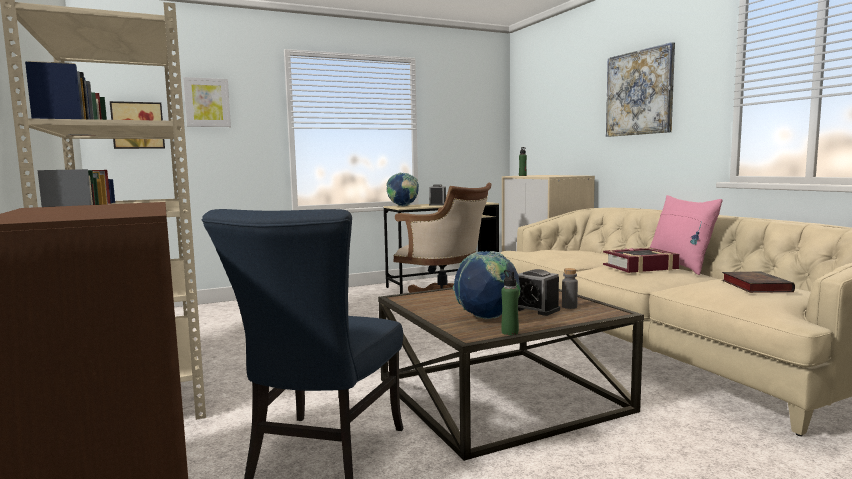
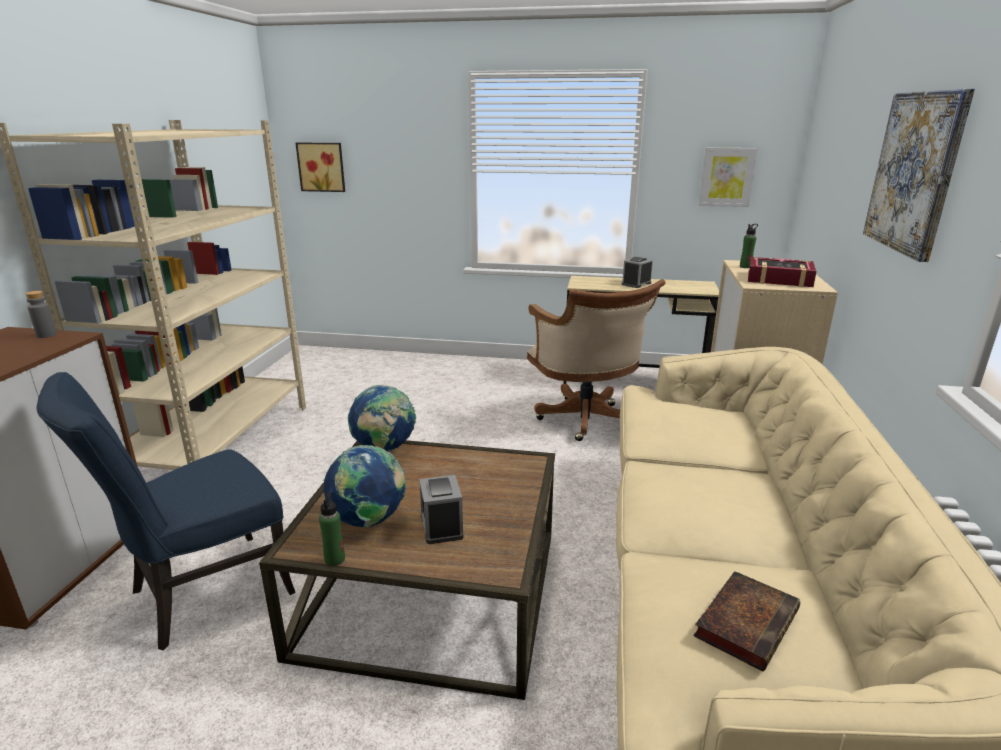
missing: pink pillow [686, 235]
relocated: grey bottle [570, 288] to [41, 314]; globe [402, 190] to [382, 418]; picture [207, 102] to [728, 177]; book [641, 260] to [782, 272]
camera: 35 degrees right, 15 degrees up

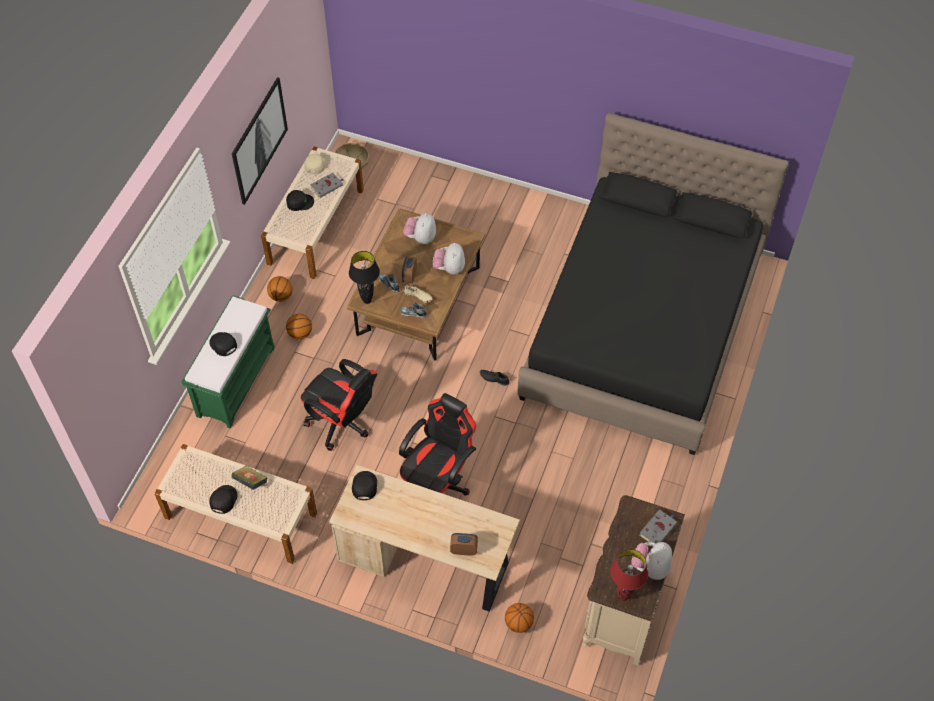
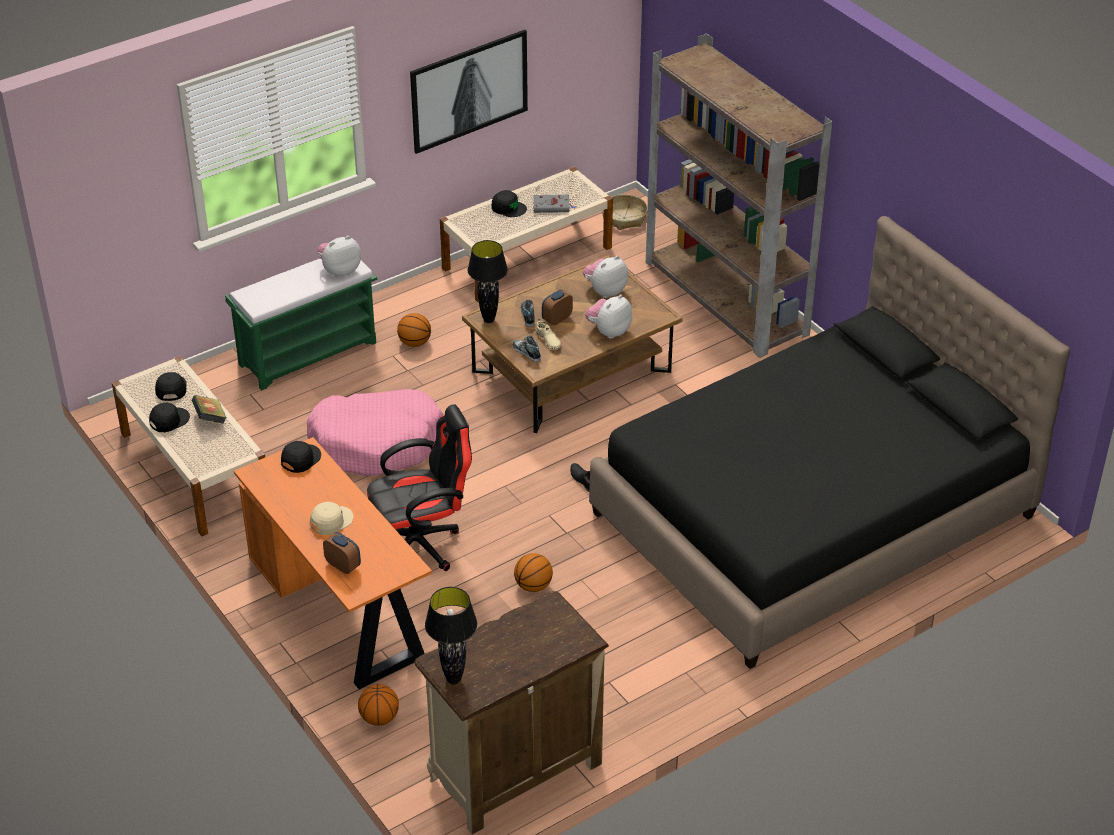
missing: grey book [658, 526]
appeared: brown bookcase [739, 195]
relocated: black cap [223, 344] to [171, 386]; beige cap [315, 164] to [332, 518]; plush toy [651, 561] to [339, 257]; basketball [280, 289] to [533, 572]
exchanged: black office chair [339, 405] to pink dog bed [375, 432]
colour: beige desk [424, 538] to orange desk [333, 563]; red table lamp [629, 575] to black table lamp [451, 635]
camera: 35 degrees right, 15 degrees down

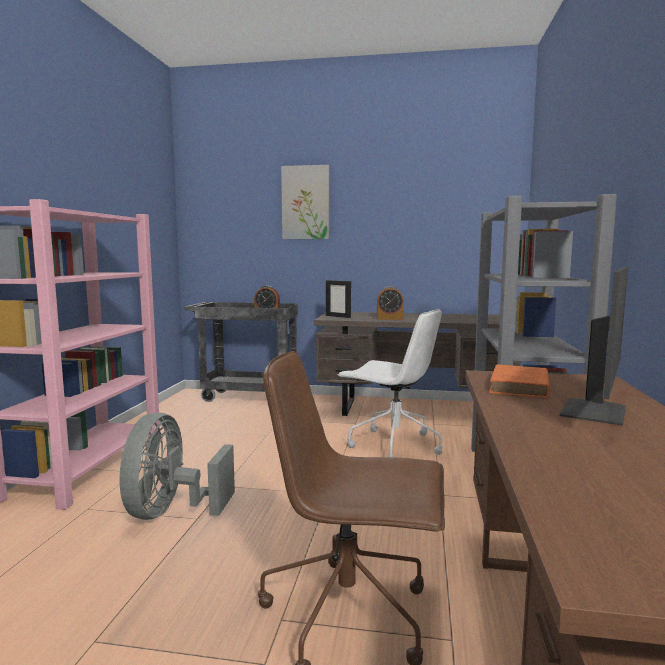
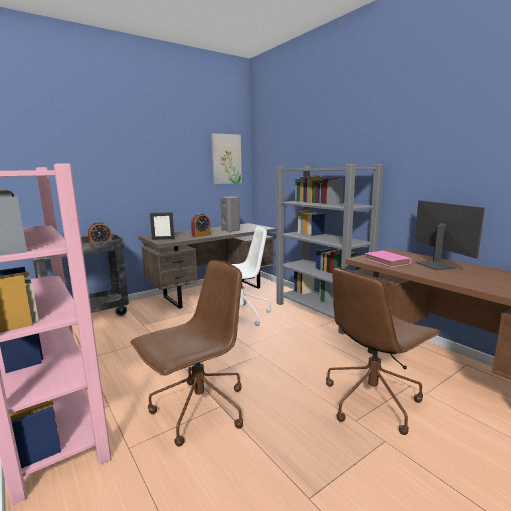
appeared: grey speaker [230, 214]
relocated: picture [305, 202] to [226, 158]
exchanged: grey fan [177, 466] to brown office chair [186, 353]
colour: orange book [519, 381] to pink book [388, 259]
camera: 45 degrees left, 5 degrees up

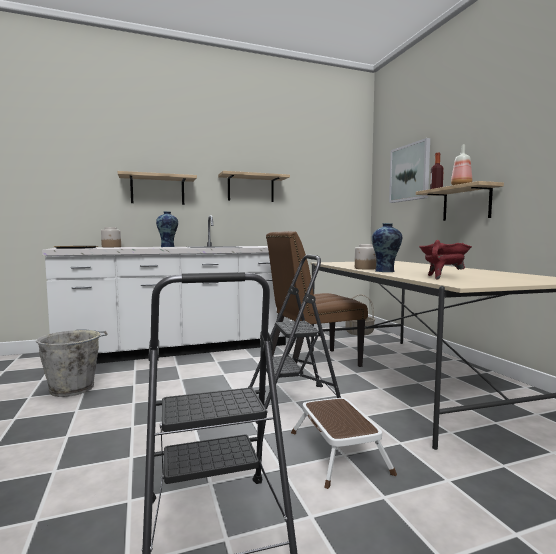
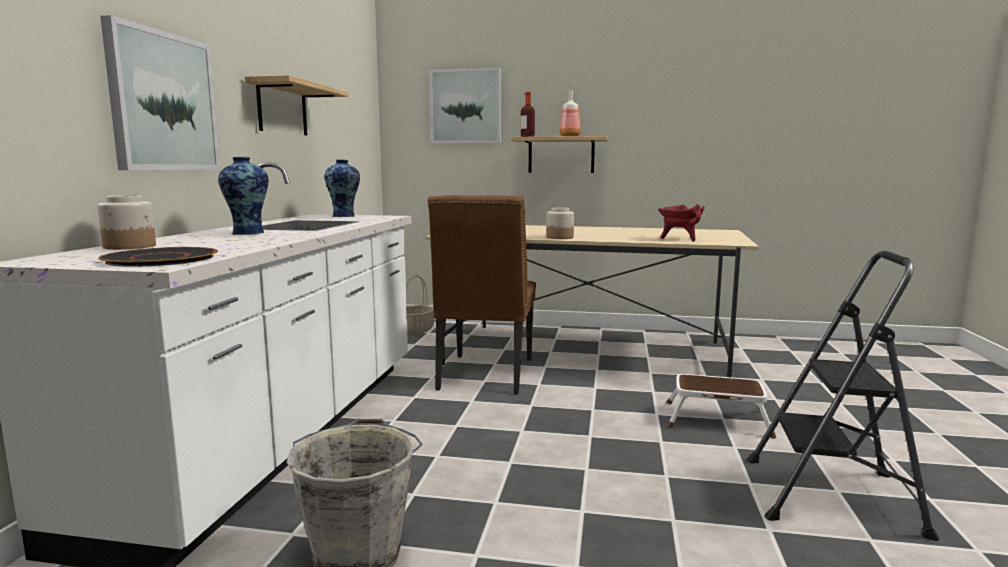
missing: black step ladder [294, 339]
relocated: vase [387, 247] to [342, 188]
exchanged: shelf [157, 188] to picture [160, 92]
camera: 60 degrees left, 5 degrees up

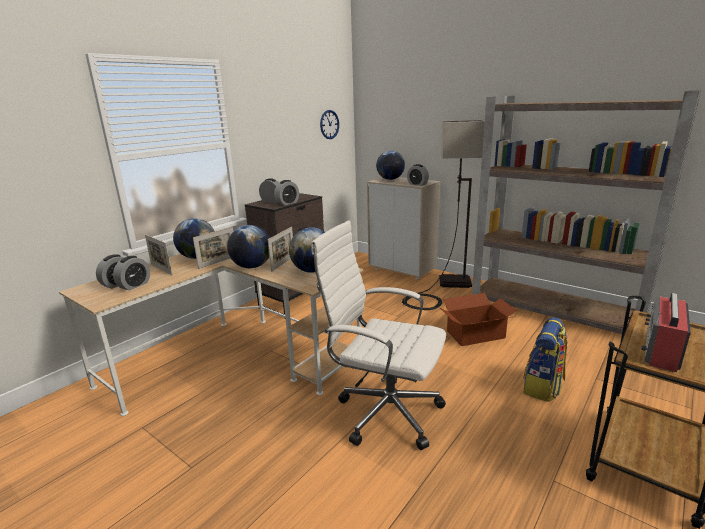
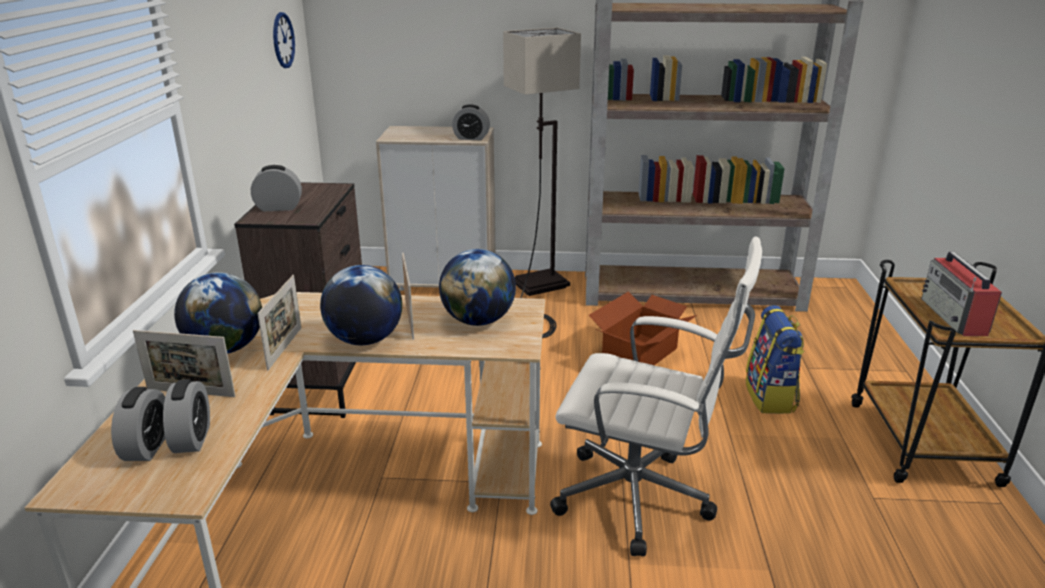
missing: alarm clock [286, 192]; globe [390, 165]
spun: white office chair [378, 335] = [656, 396] 150 degrees counterclockwise
camera: 35 degrees left, 5 degrees up

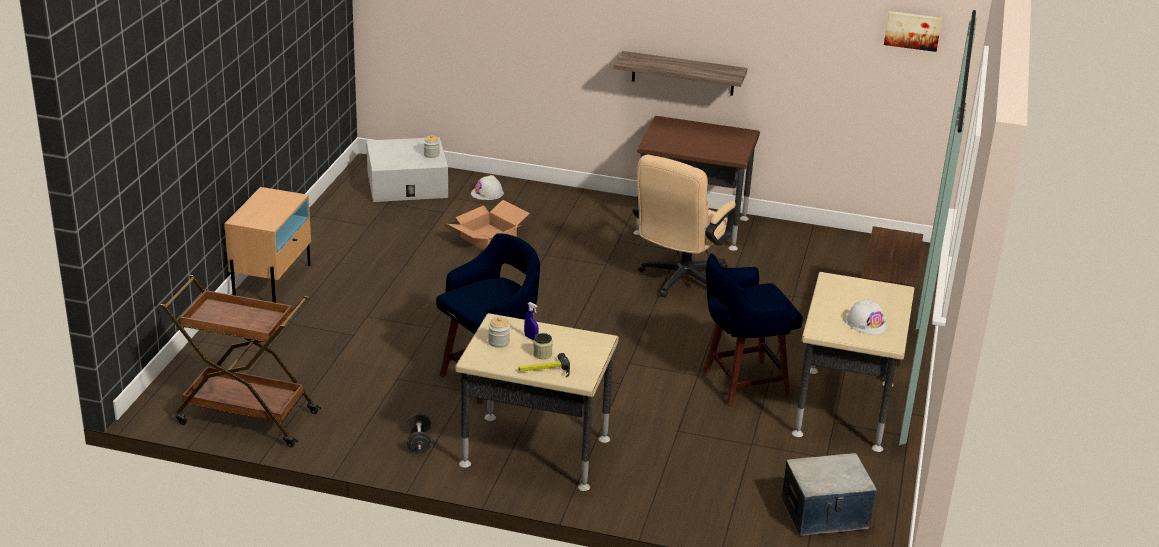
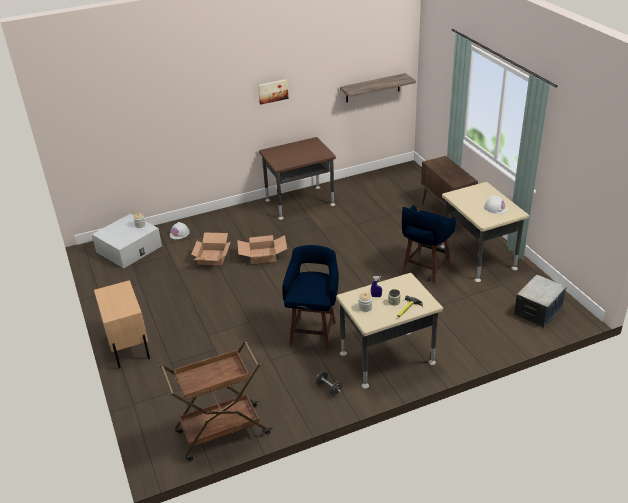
missing: beige office chair [684, 226]
appeared: cardboard box [262, 249]
relocated: picture [913, 31] to [273, 92]; shelf [680, 73] to [378, 88]
camera: 35 degrees left, 5 degrees up

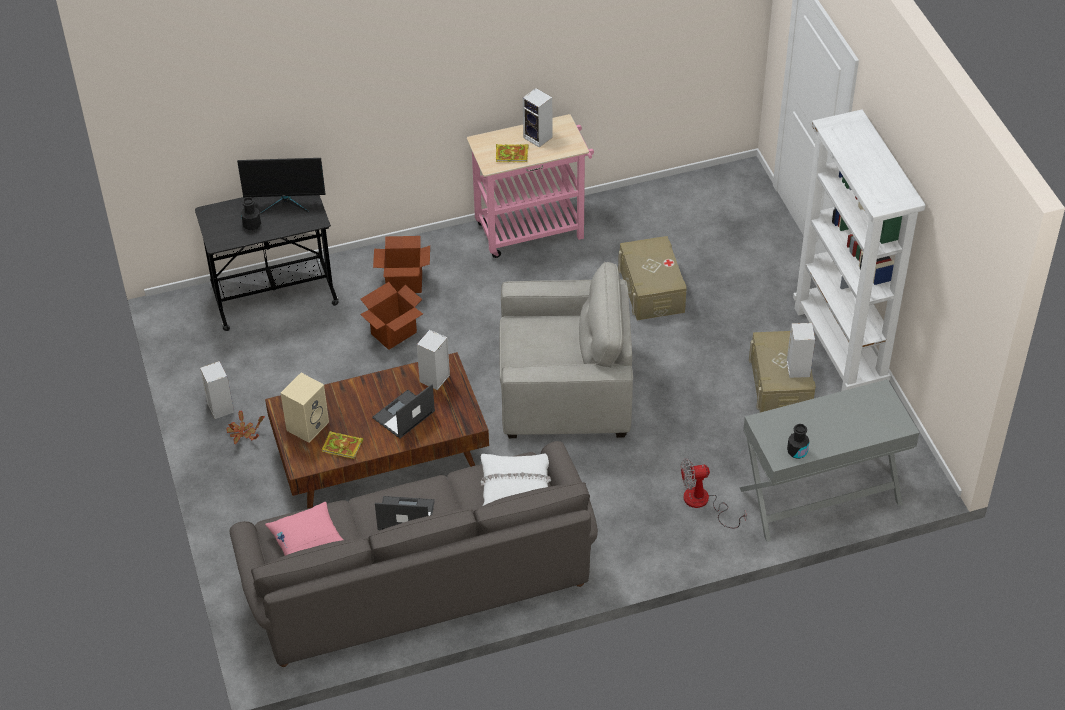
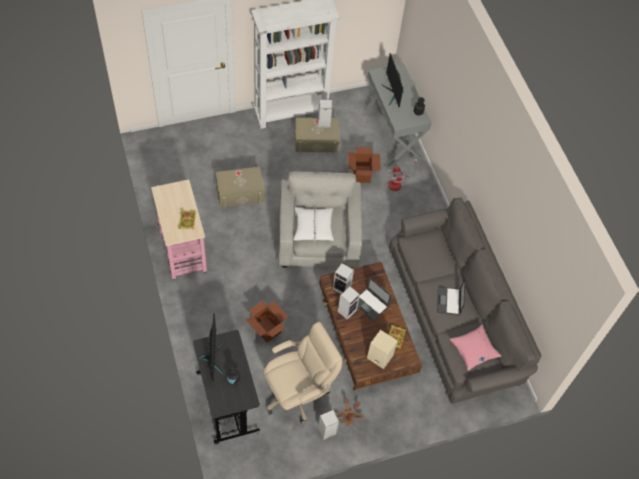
appeared: beige office chair [303, 372]; monitor [393, 80]
relocated: white pillow [516, 480] to [314, 223]; speaker [538, 117] to [349, 303]; cardboard box [401, 264] to [364, 165]
camera: 95 degrees left, 10 degrees up

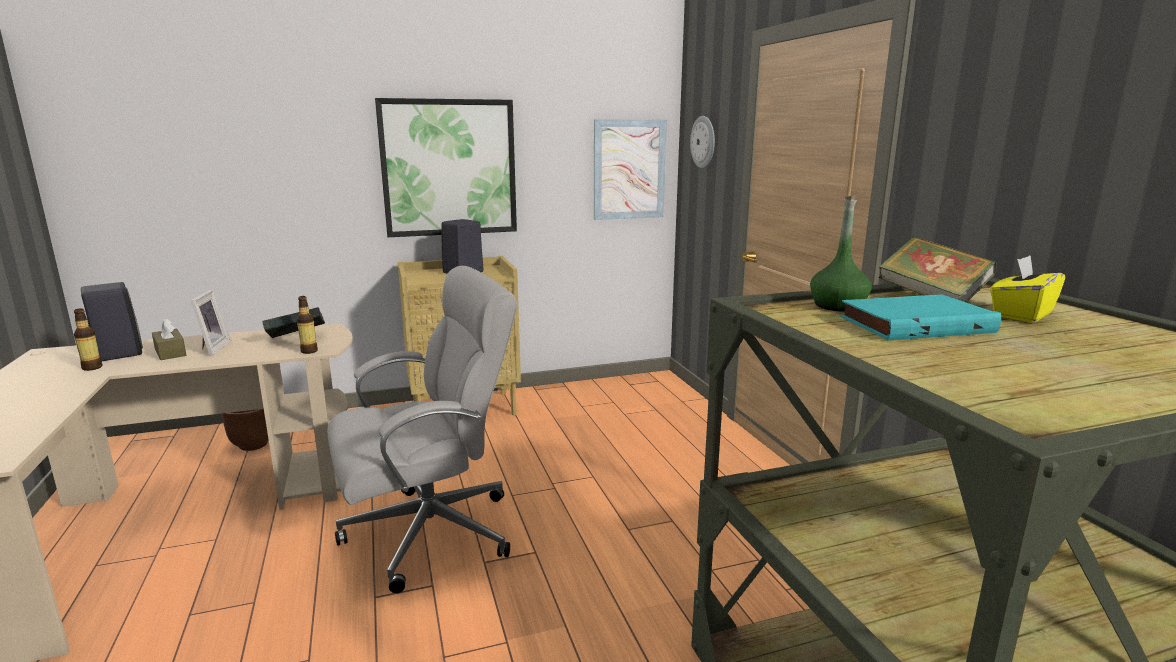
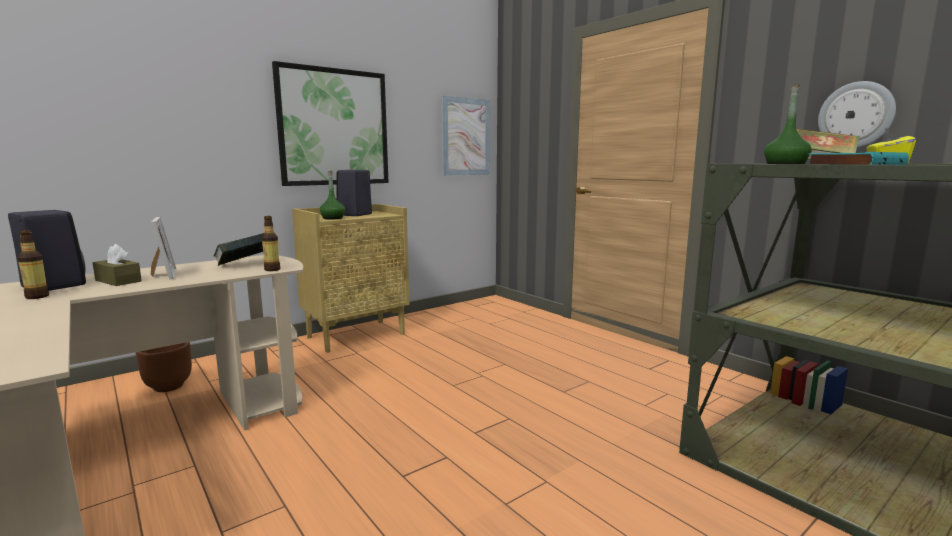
missing: grey office chair [422, 429]
appeared: green bottle [332, 195]
relocated: wall clock [702, 142] to [857, 114]
camera: 20 degrees left, 5 degrees down

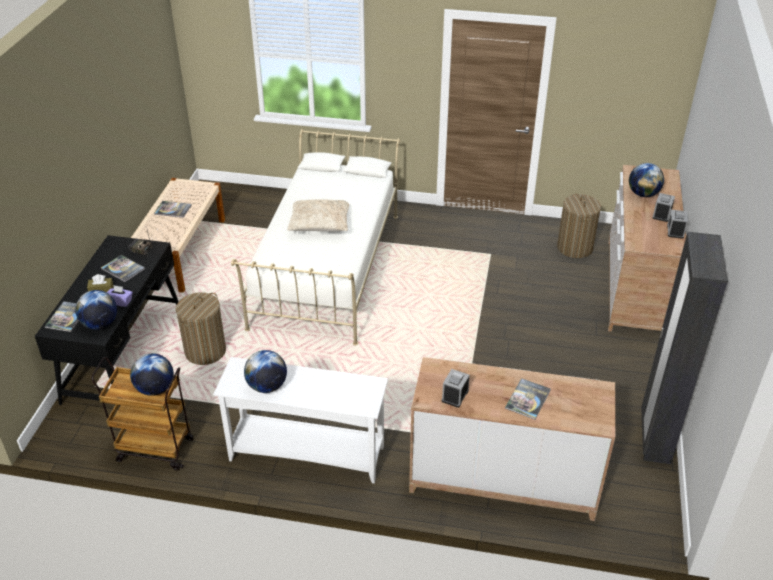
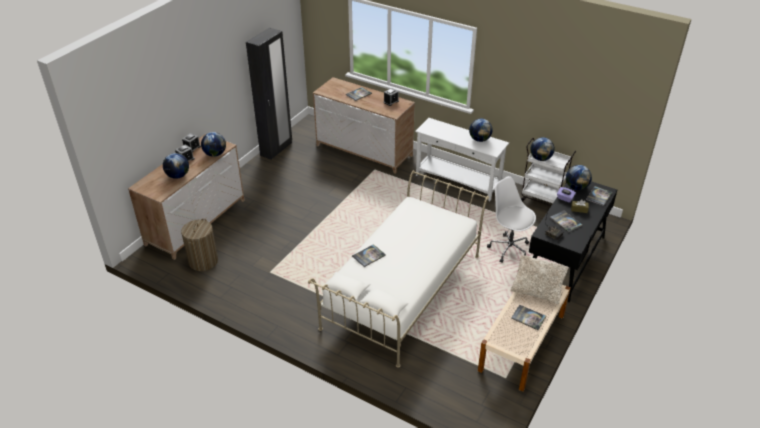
appeared: globe [213, 144]; book [369, 255]
relocated: beige pillow [318, 215] to [539, 279]
exchanged: laundry basket [201, 328] to white office chair [511, 219]
colour: brown cart [143, 414] to white cart [548, 172]
camera: 160 degrees left, 0 degrees up

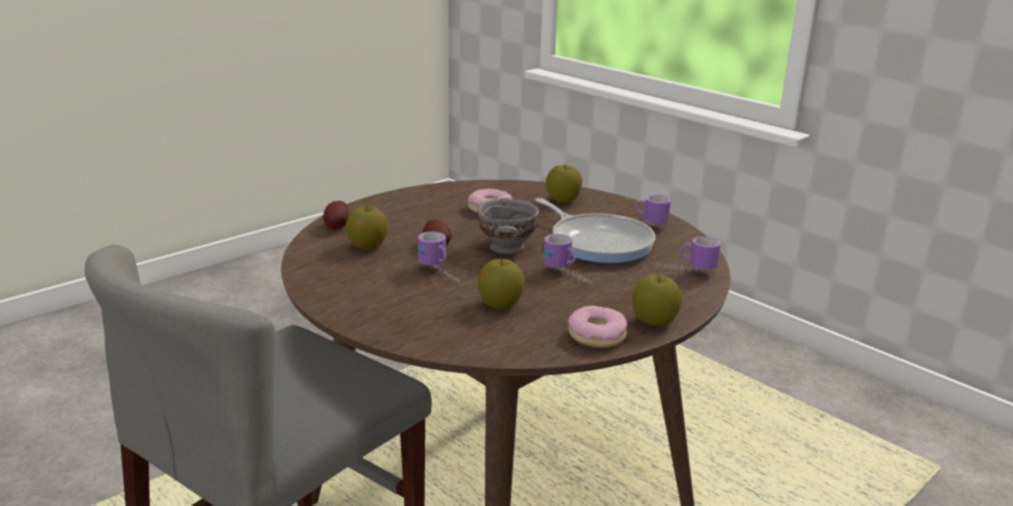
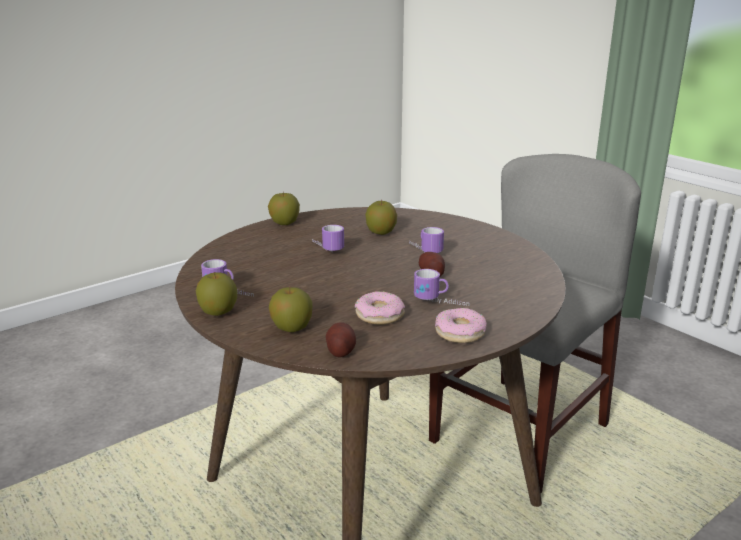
missing: grey bowl [508, 226]; frying pan [595, 231]
relocated: apple [366, 227] to [216, 294]; potato [336, 215] to [341, 340]; mug [688, 254] to [441, 287]; donut [597, 326] to [461, 325]
camera: 175 degrees left, 0 degrees up

